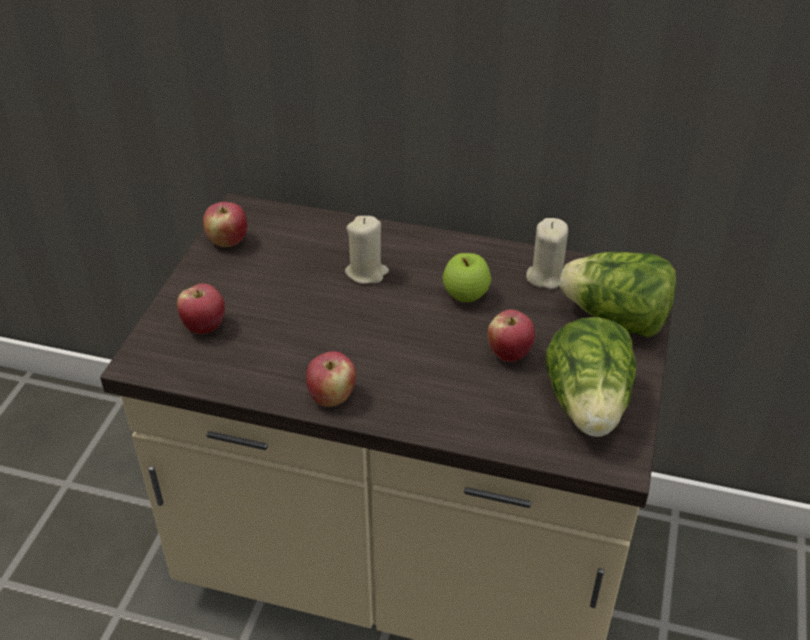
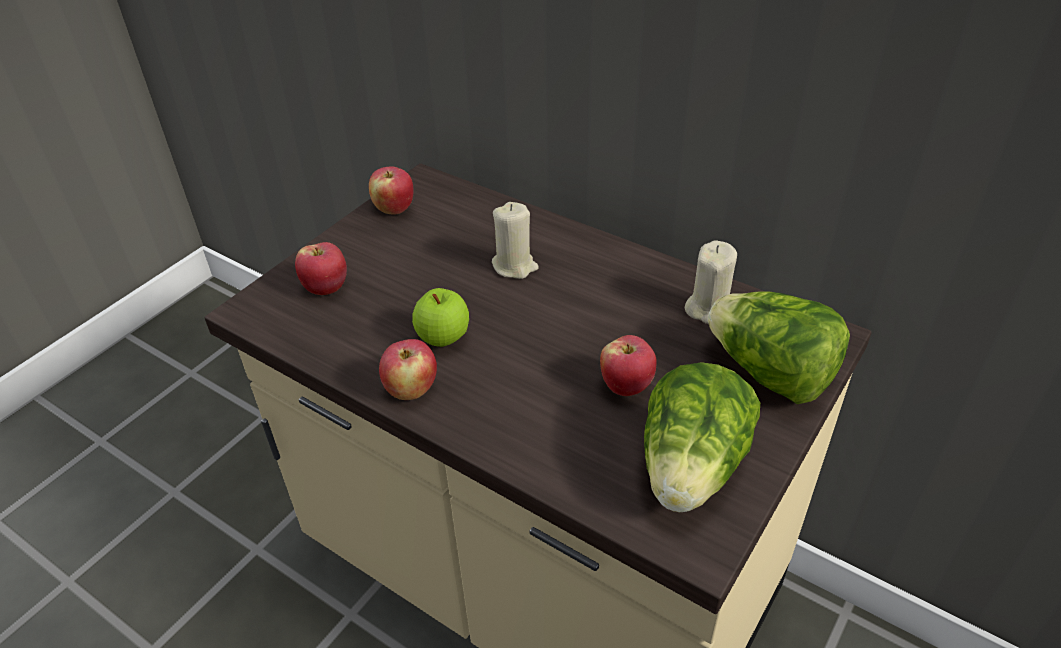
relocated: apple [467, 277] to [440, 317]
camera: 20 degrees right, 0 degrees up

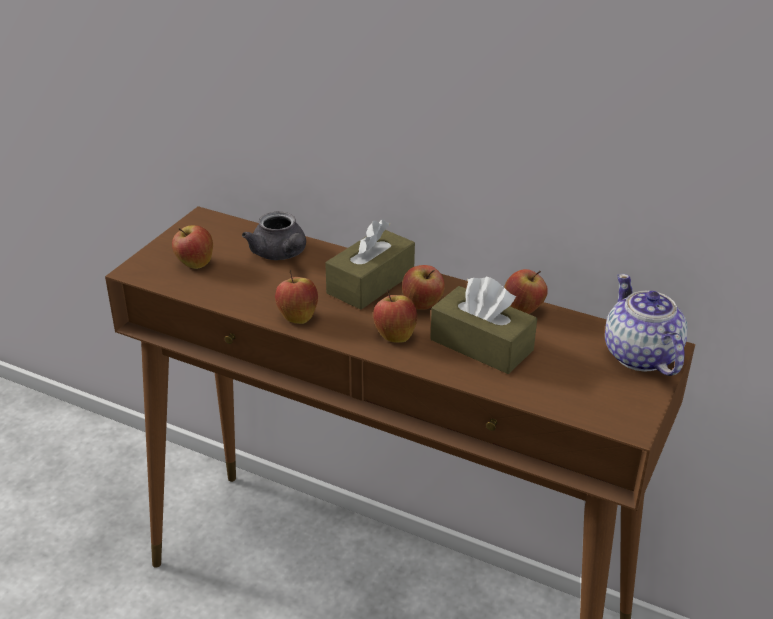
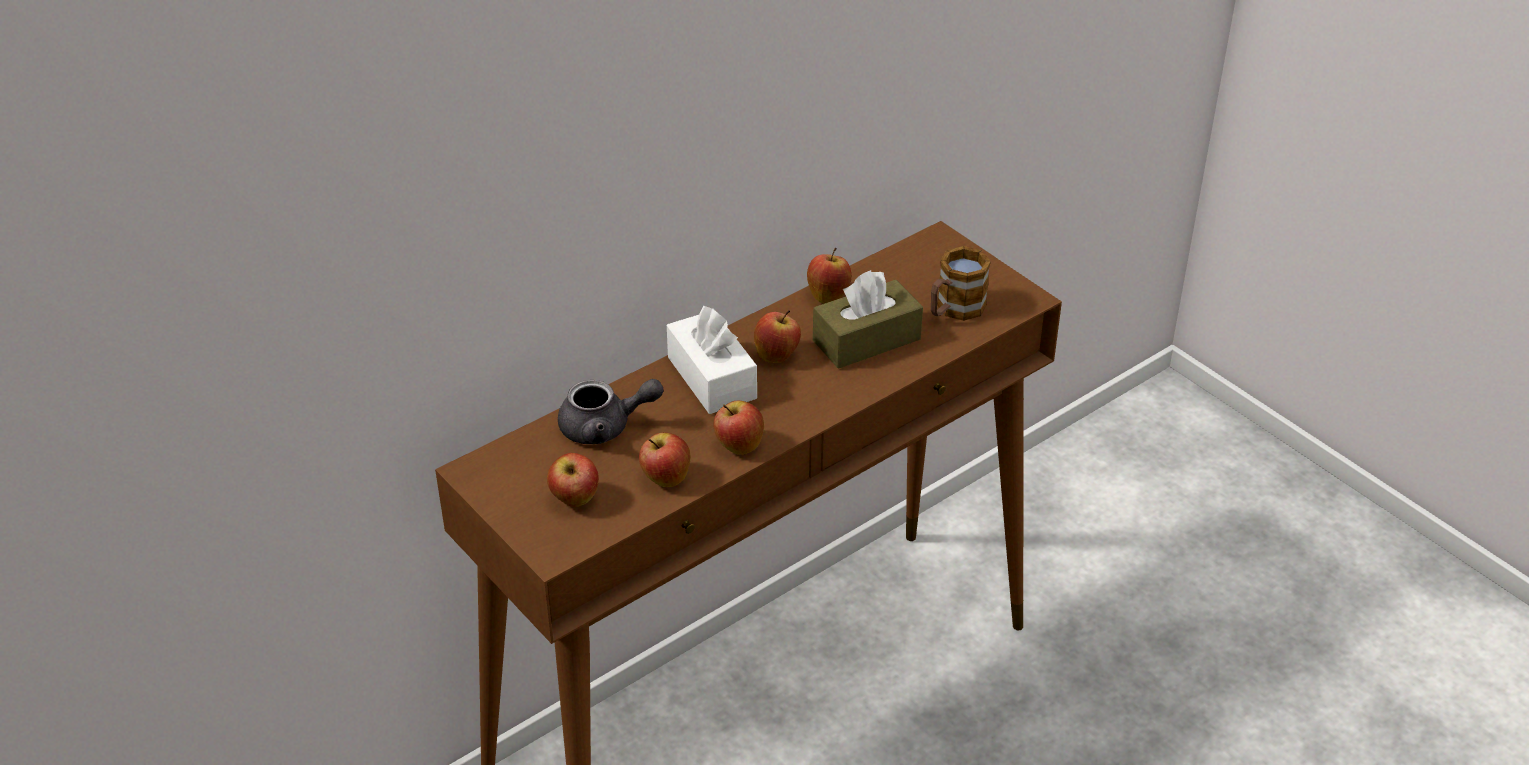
missing: teapot [646, 325]
appeared: mug [961, 283]
relocated: apple [395, 316] to [665, 460]
colour: brown tissue box [370, 264] to white tissue box [712, 360]
camera: 65 degrees left, 5 degrees up

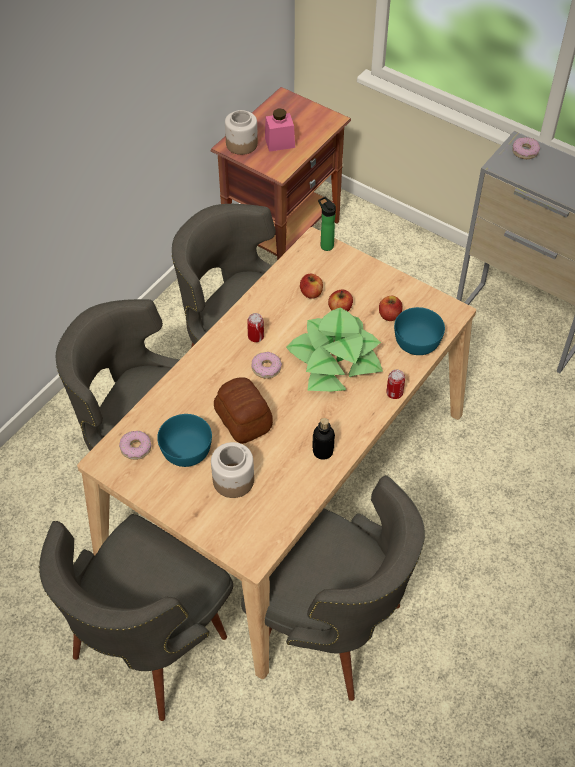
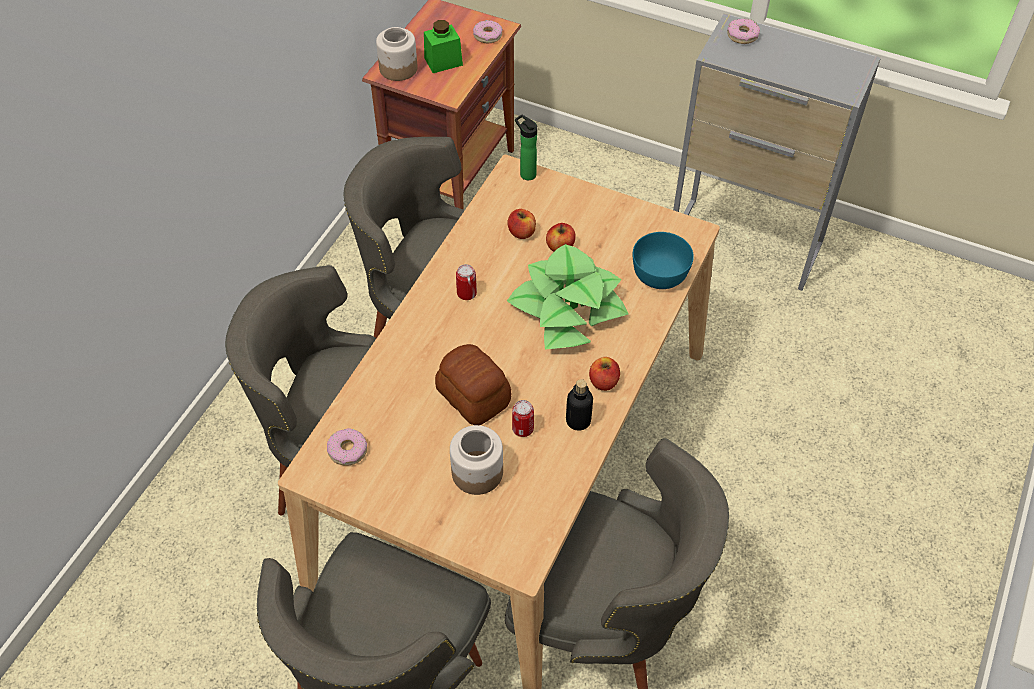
missing: turquoise bowl [184, 440]
relocated: donut [266, 365] to [488, 31]; can [395, 384] to [523, 418]; apple [390, 308] to [604, 374]
colour: pink jar [280, 130] to green jar [443, 46]
camera: 10 degrees left, 0 degrees up

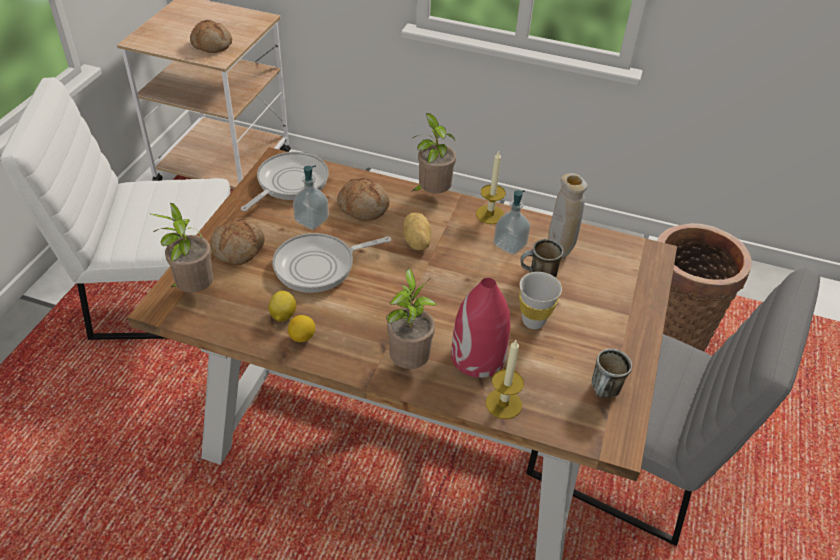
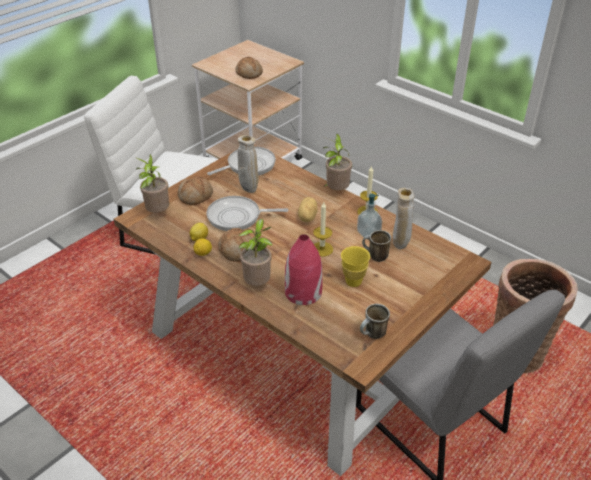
relocated: bread [363, 199] to [235, 245]; candle [505, 379] to [323, 229]
exchanged: soap dispenser [311, 198] to beige vase [247, 164]
colour: white cup [540, 300] to yellow cup [355, 266]
camera: 25 degrees right, 5 degrees down

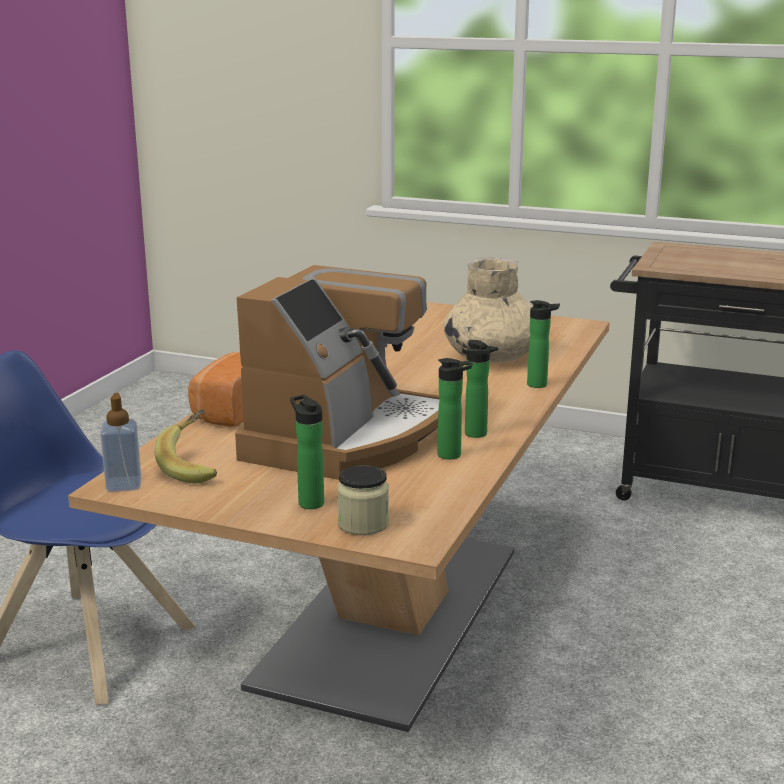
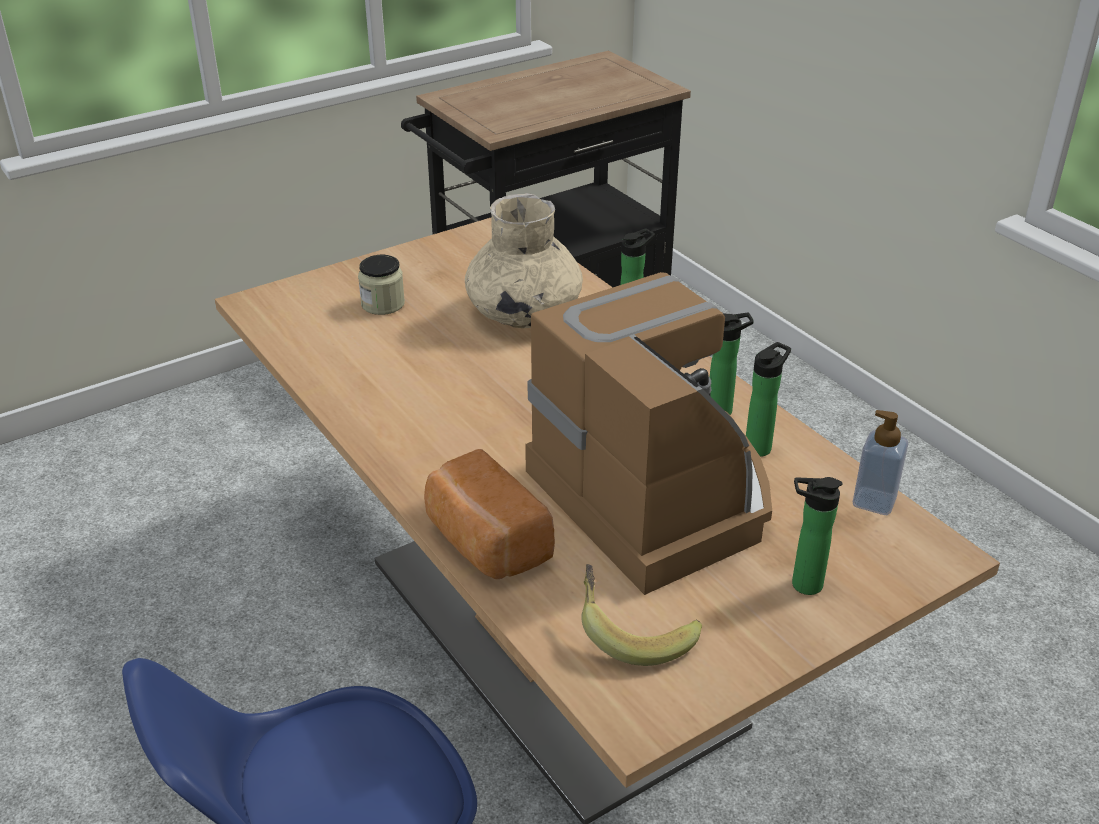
relocated: jar [363, 500] to [381, 285]; soap dispenser [120, 442] to [880, 462]
camera: 55 degrees left, 15 degrees up

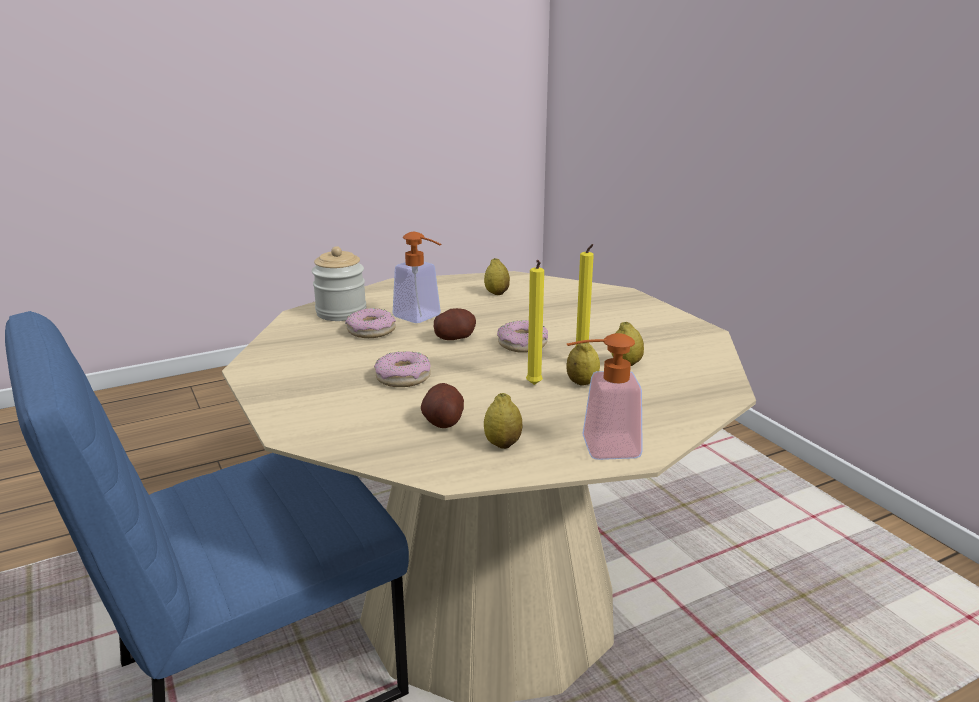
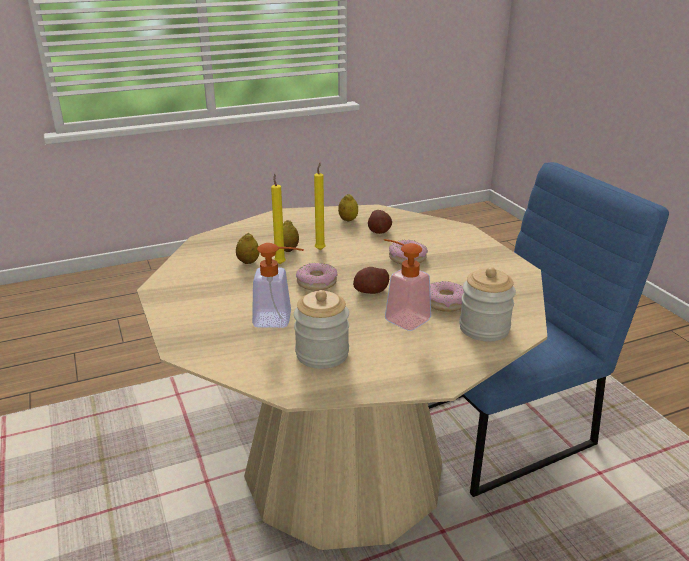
relocated: soap dispenser [605, 396] to [278, 285]
exchanged: lemon [497, 276] to jar [321, 329]
camera: 175 degrees left, 5 degrees up

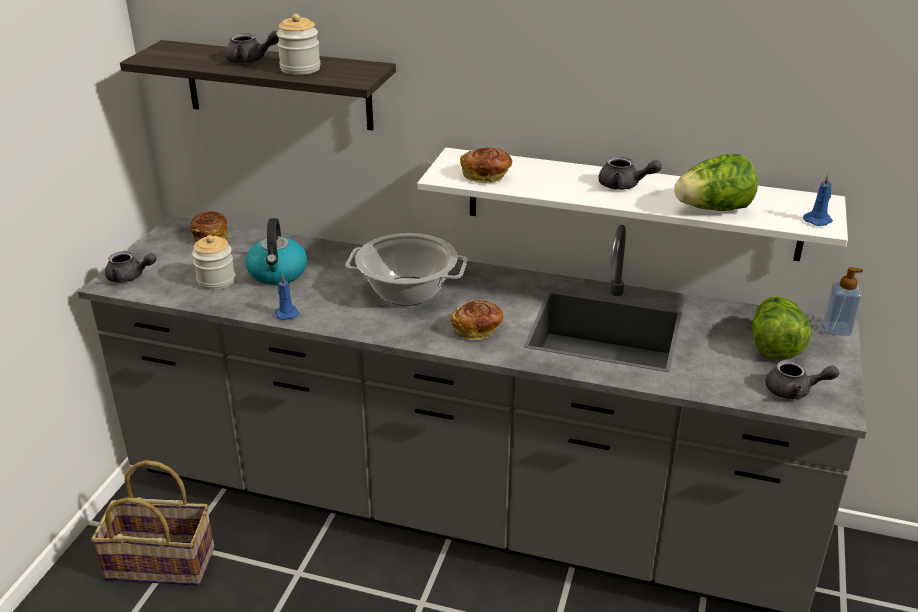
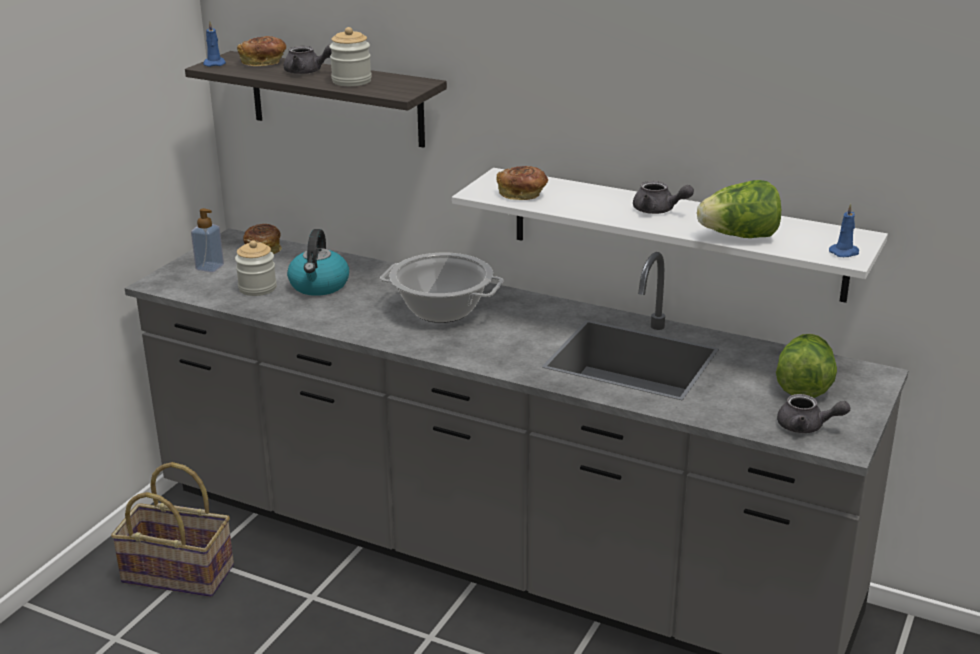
missing: grey teapot [130, 266]
relocated: soap dispenser [843, 301] to [207, 240]; blue candle [287, 297] to [214, 44]; bread [477, 320] to [261, 51]
camera: 10 degrees right, 5 degrees down

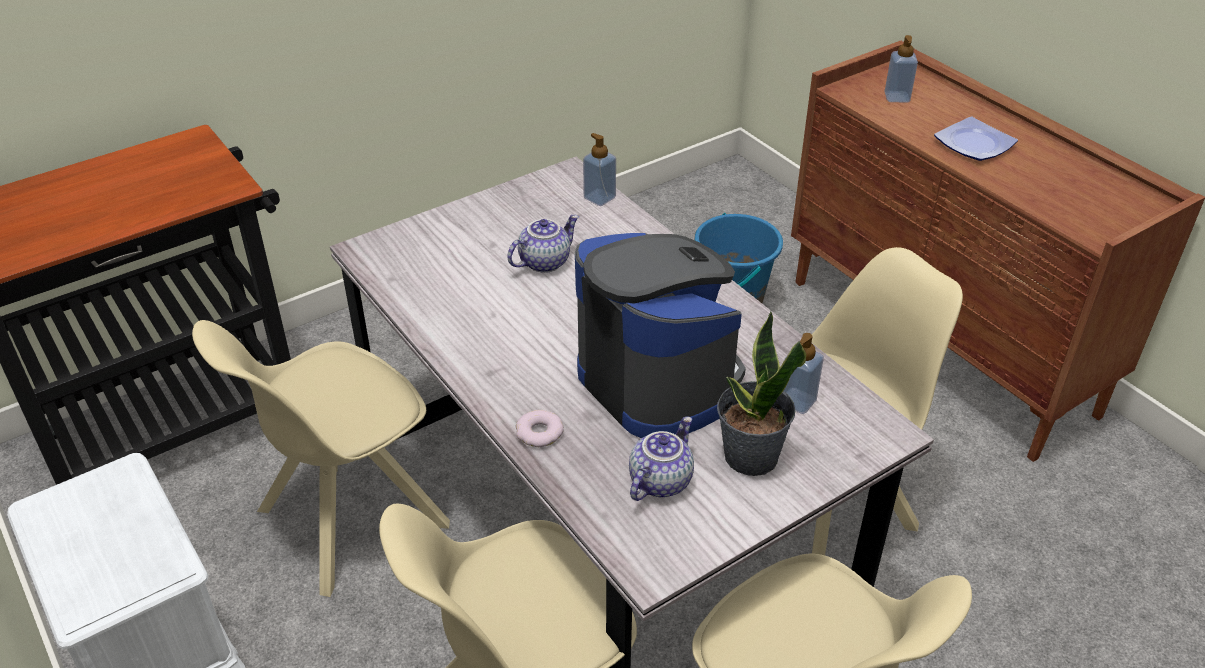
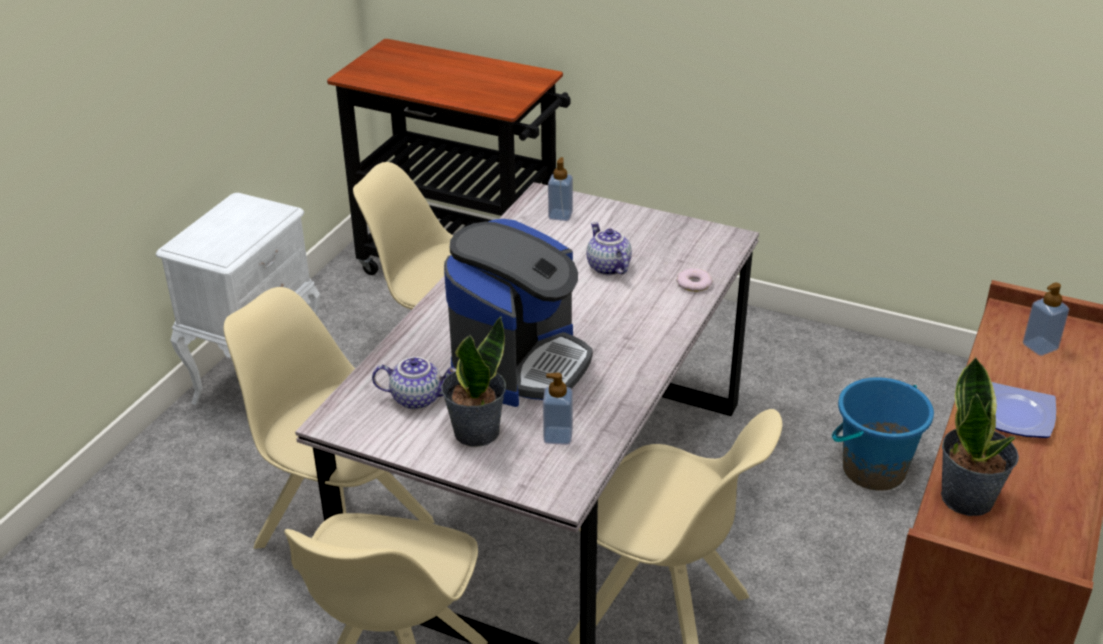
appeared: potted plant [980, 436]
relocated: soap dispenser [599, 169] to [560, 189]; donut [540, 428] to [694, 280]
spun: teapot [543, 244] = [609, 249] 135 degrees counterclockwise
camera: 60 degrees right, 5 degrees down

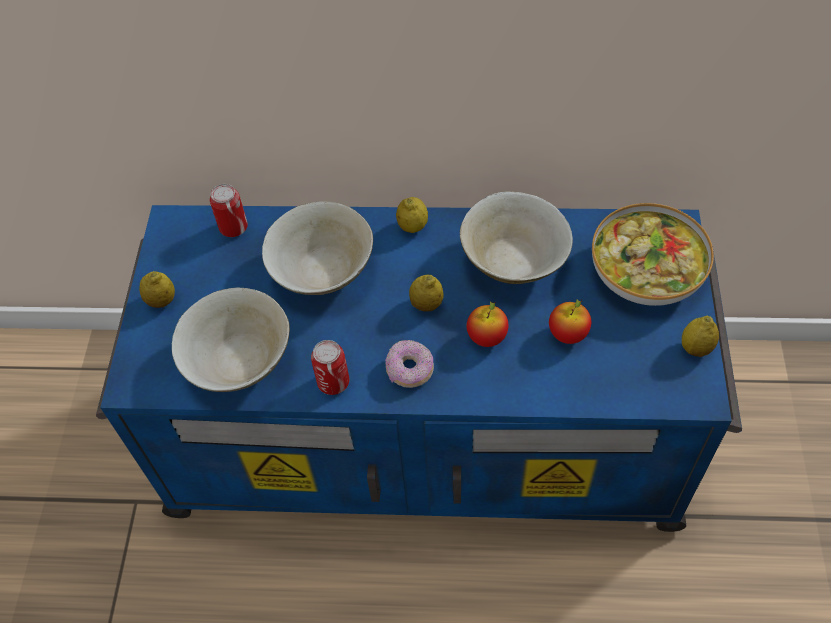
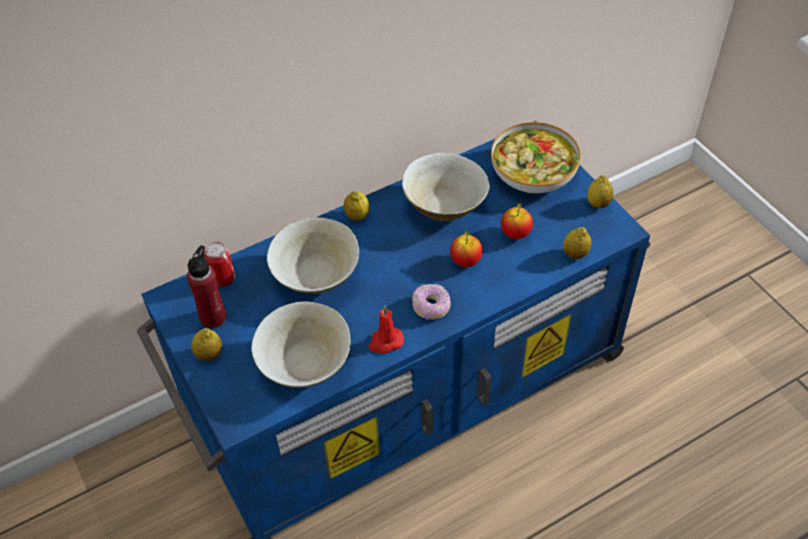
appeared: red bottle [206, 286]
relocated: lemon [426, 293] to [577, 243]
exchanged: can [330, 367] to red candle [386, 329]
camera: 35 degrees left, 5 degrees down

